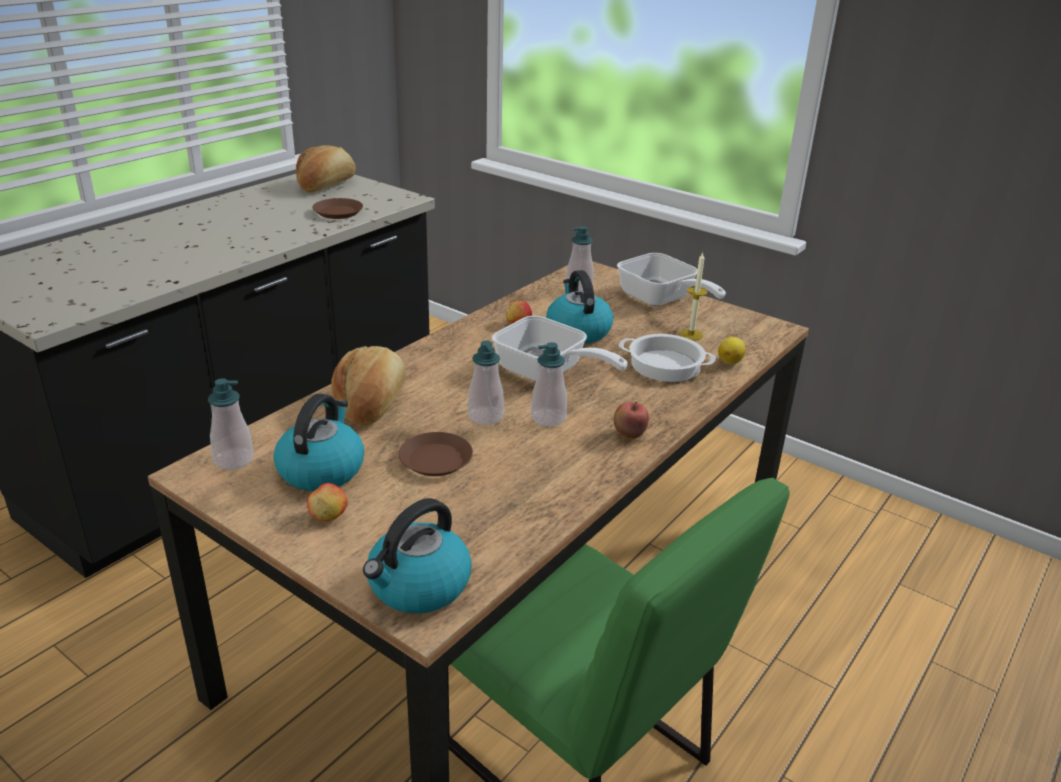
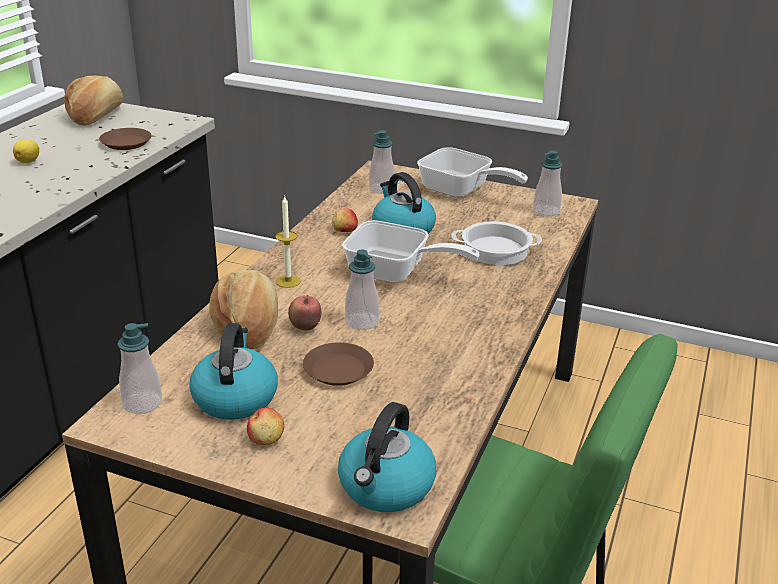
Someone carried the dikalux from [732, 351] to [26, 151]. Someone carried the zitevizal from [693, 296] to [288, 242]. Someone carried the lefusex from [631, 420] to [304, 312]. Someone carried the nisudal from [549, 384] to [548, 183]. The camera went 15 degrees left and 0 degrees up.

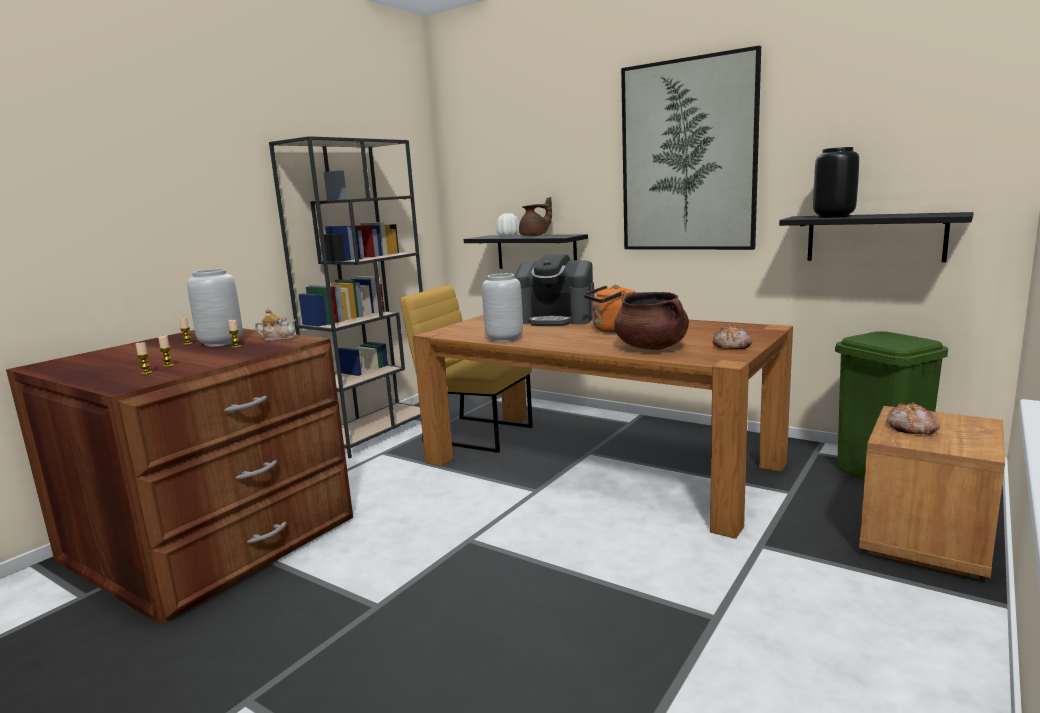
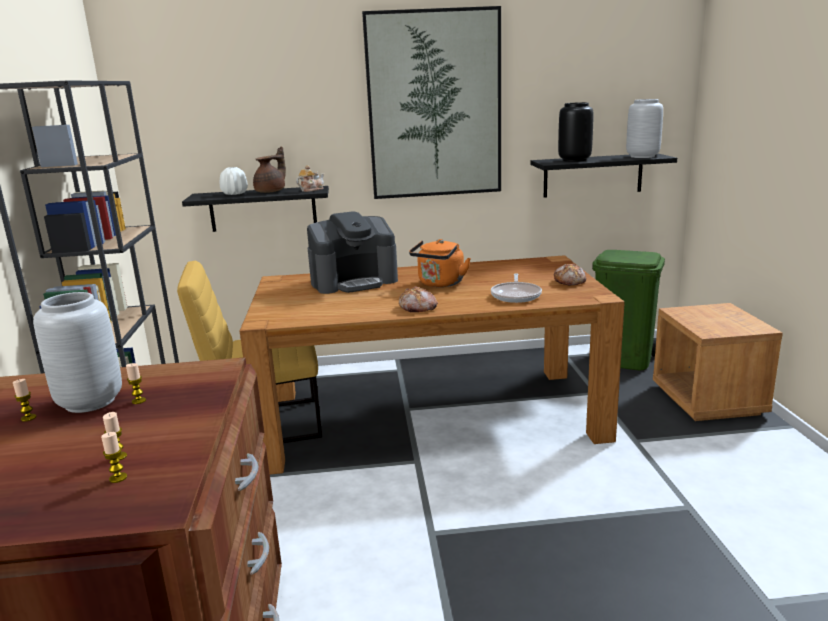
Someone carried the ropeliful from [275, 324] to [310, 178]. Someone carried the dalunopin from [913, 419] to [418, 299]. Someone swapped the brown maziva at [651, 321] for the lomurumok at [516, 288]. Someone carried the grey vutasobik from [502, 307] to [644, 128]. The camera went 40 degrees left and 5 degrees up.

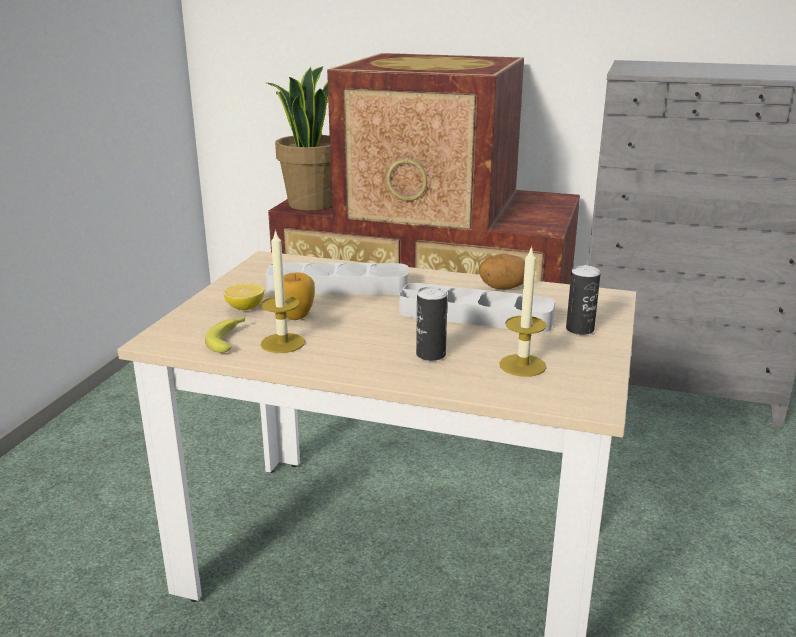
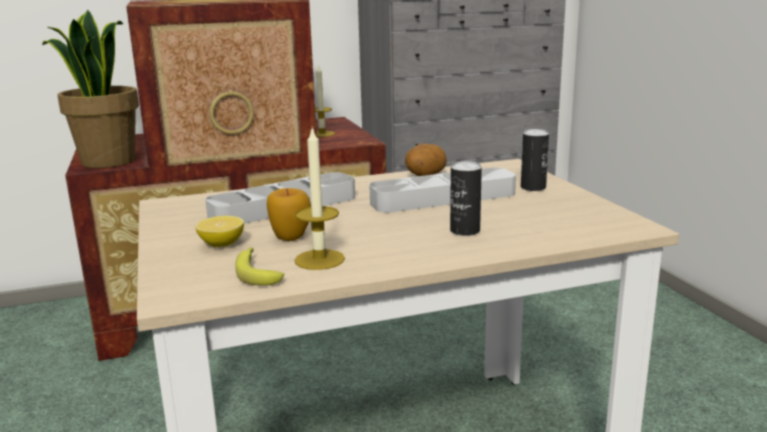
Someone carried the zitevizal from [523, 311] to [325, 101]. The camera went 35 degrees left and 5 degrees down.

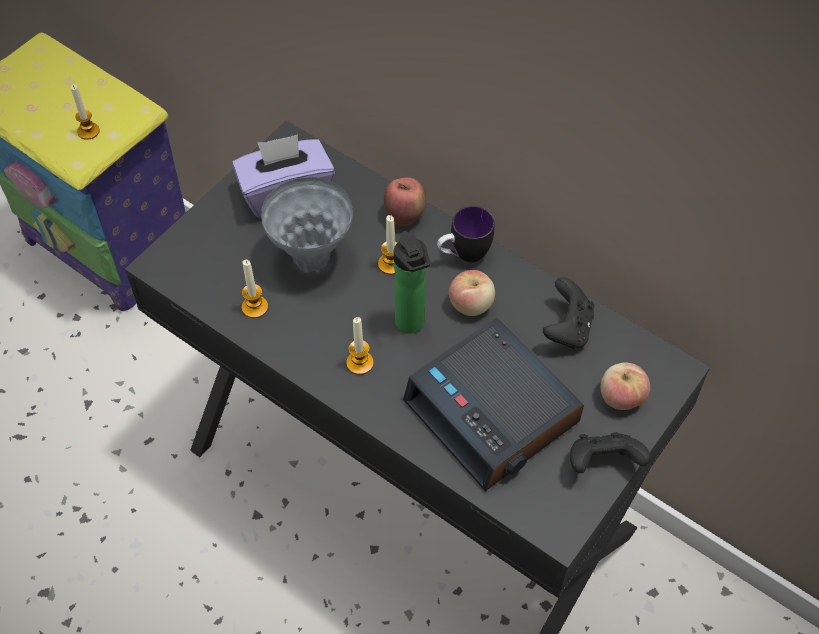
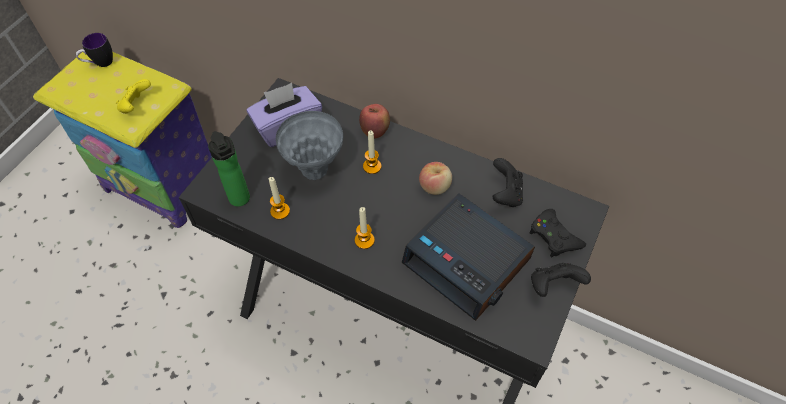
Someone carried the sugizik from [465, 234] to [94, 50]. Someone swapped the zitevizal at [85, 112] for the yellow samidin at [133, 96]. Someone carried the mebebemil from [412, 282] to [229, 169]. Someone swapped the lefusex at [625, 386] for the black samidin at [557, 233]. The camera went 10 degrees left and 0 degrees up.

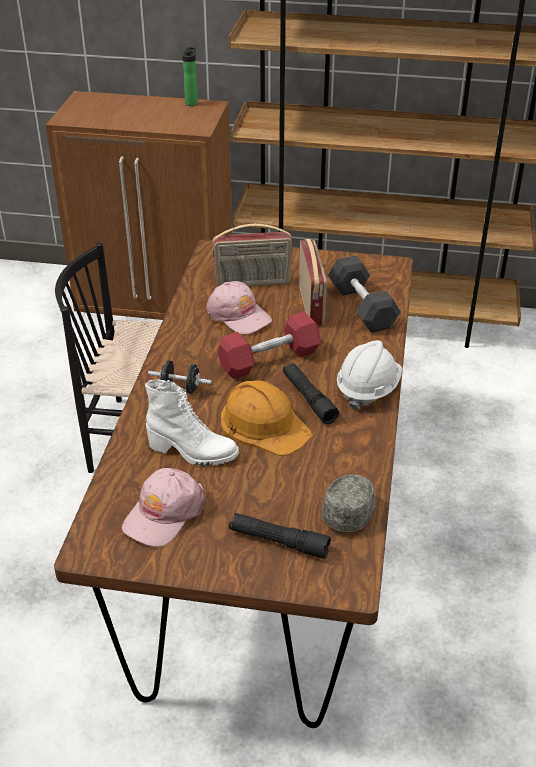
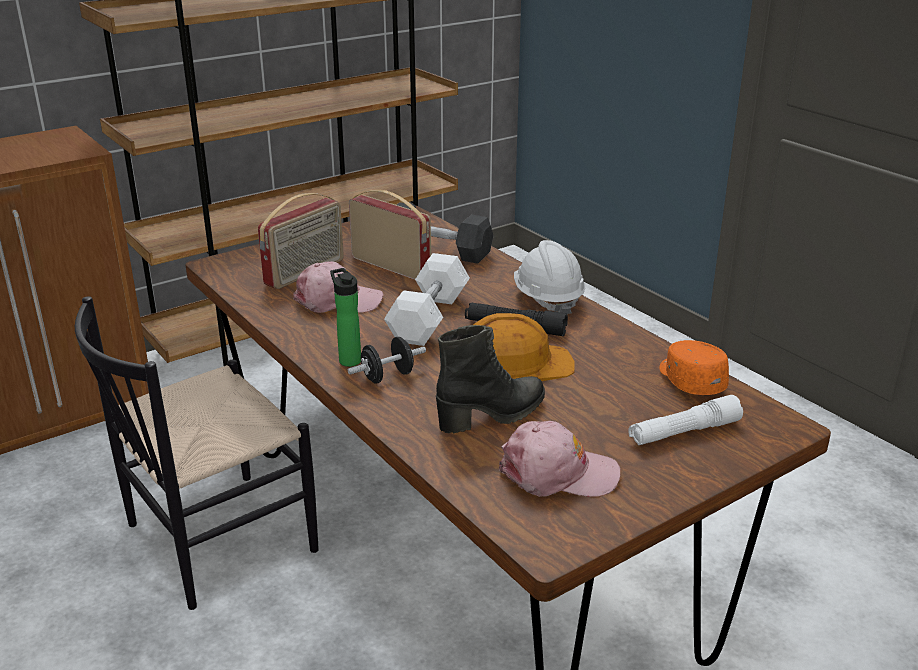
Someone carried the mebebemil from [190, 76] to [345, 317]. Someone repainted the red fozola at [269, 345], which became the white fozola at [427, 299]. Someone repainted the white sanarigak at [192, 423], which became the black sanarigak at [490, 379]. Someone rotated the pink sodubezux at [164, 507] by 75 degrees counterclockwise. Someone repainted the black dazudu at [280, 536], which became the white dazudu at [685, 420]. Someone repainted the grey sodubezux at [349, 503], which became the orange sodubezux at [694, 367]. The camera went 45 degrees left and 10 degrees down.

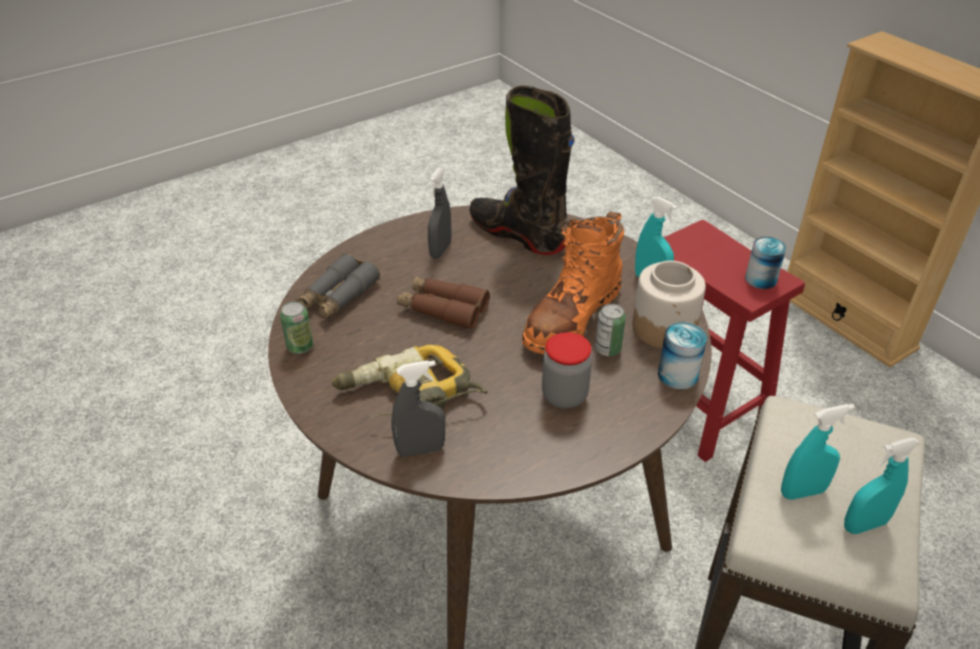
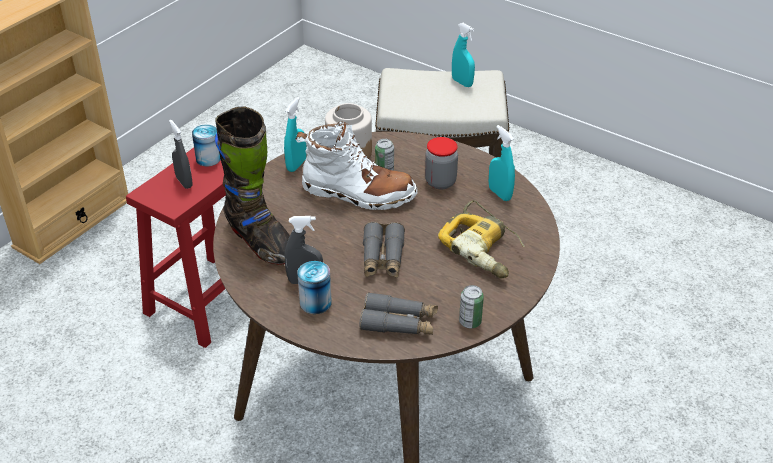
Someone carried the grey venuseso from [419, 408] to [181, 154]. Someone rotated the black sanarigak at [522, 170] by 60 degrees counterclockwise. Someone repainted the orange sanarigak at [573, 282], which became the white sanarigak at [356, 165]. Someone carried the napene from [682, 355] to [314, 287]. Someone repainted the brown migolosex at [443, 302], which became the grey migolosex at [384, 250]. Someone carried the turquoise venuseso from [818, 452] to [502, 163]. The camera went 110 degrees left and 0 degrees up.

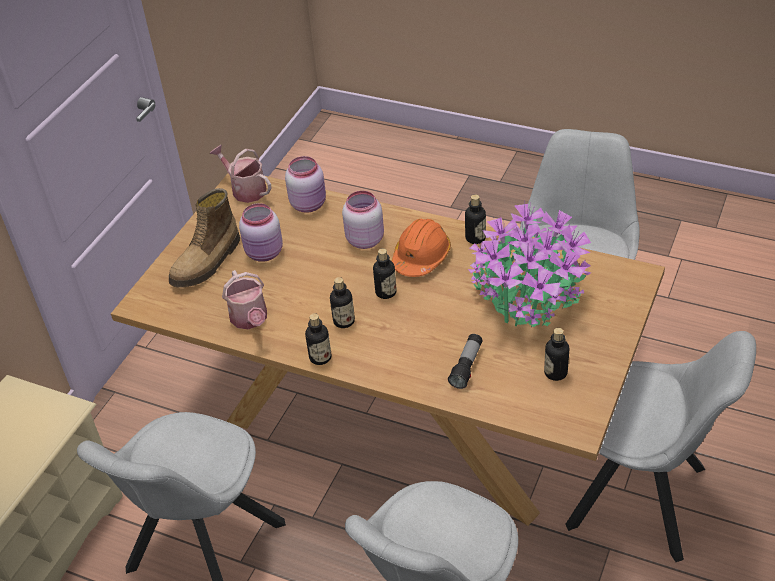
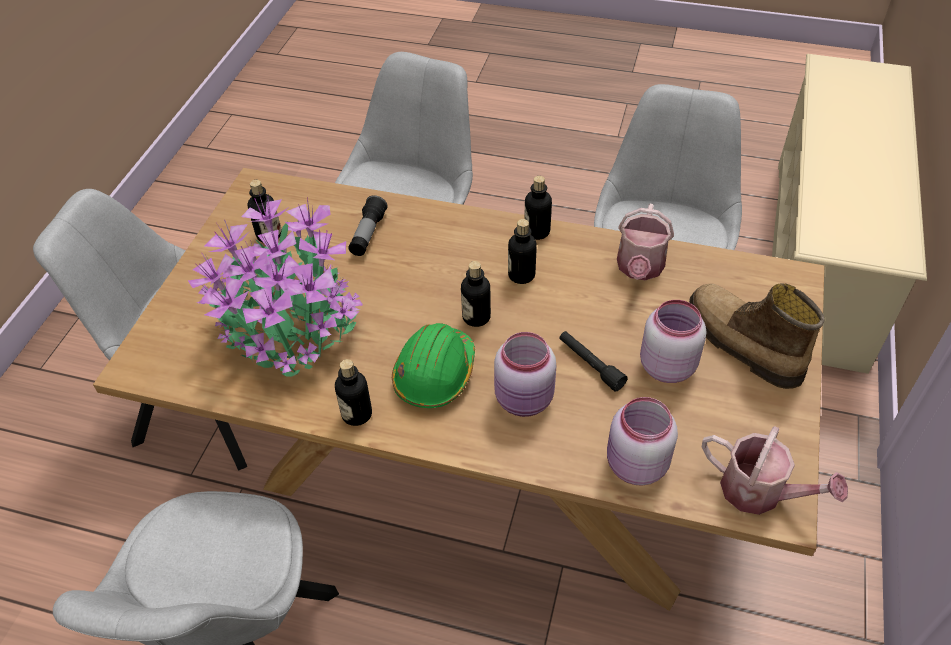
Someone repainted the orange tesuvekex at [421, 248], which became the green tesuvekex at [433, 365]. Someone put down the black dazudu at [593, 361]. Someone rotated the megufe at [244, 299] by 135 degrees counterclockwise. Someone rotated the sanarigak at [204, 238] by 60 degrees counterclockwise. The camera went 170 degrees right and 5 degrees up.

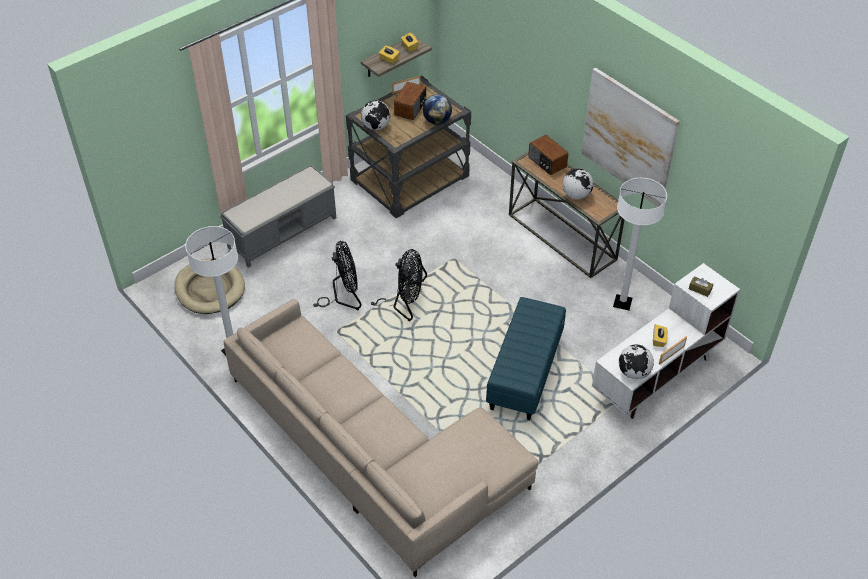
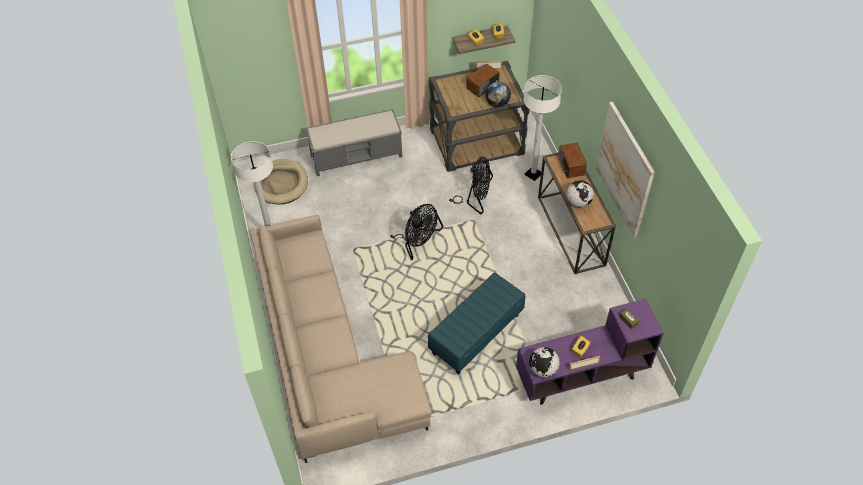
Someone carried the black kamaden from [337, 275] to [470, 186]. Someone repainted the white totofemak at [666, 341], which became the purple totofemak at [590, 352]. Someone carried the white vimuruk from [640, 244] to [543, 128]. Someone took away the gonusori at [375, 115]. The camera went 25 degrees right and 5 degrees up.

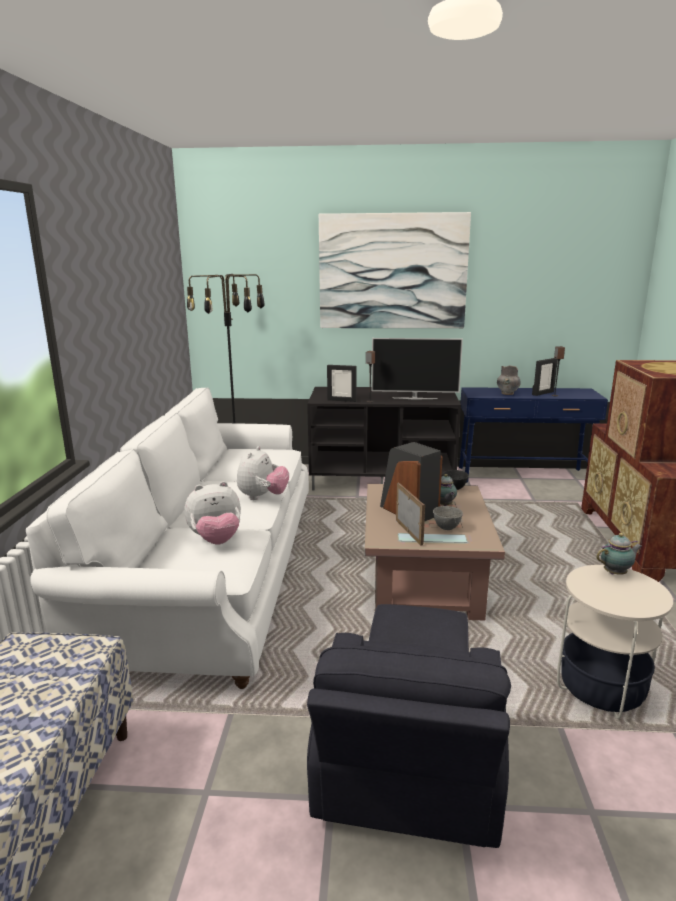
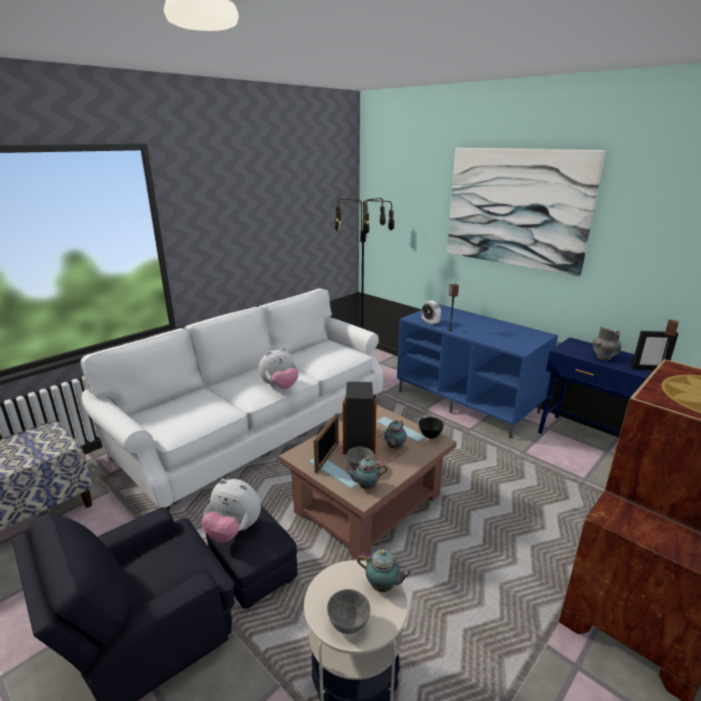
Someone carried the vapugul from [212, 512] to [231, 511]. Someone put down the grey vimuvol at [348, 611]. Someone put down the ropeliful at [366, 473]. Someone repainted the black totofemak at [384, 439], which became the blue totofemak at [477, 371]. Someone swapped the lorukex at [342, 383] for the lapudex at [431, 312]. Someone took away the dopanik at [417, 369]. The camera went 40 degrees right and 5 degrees up.

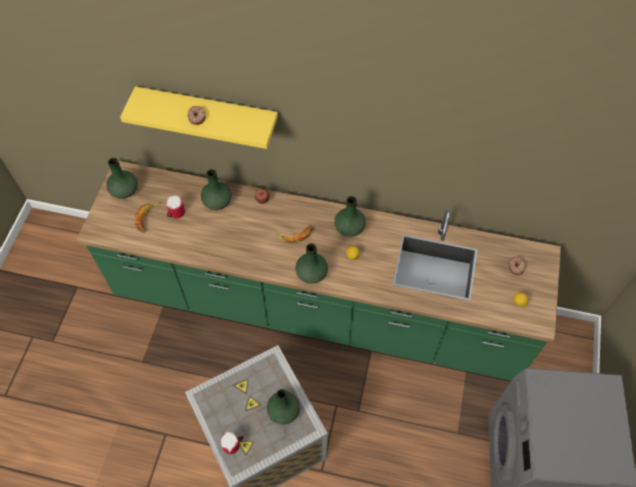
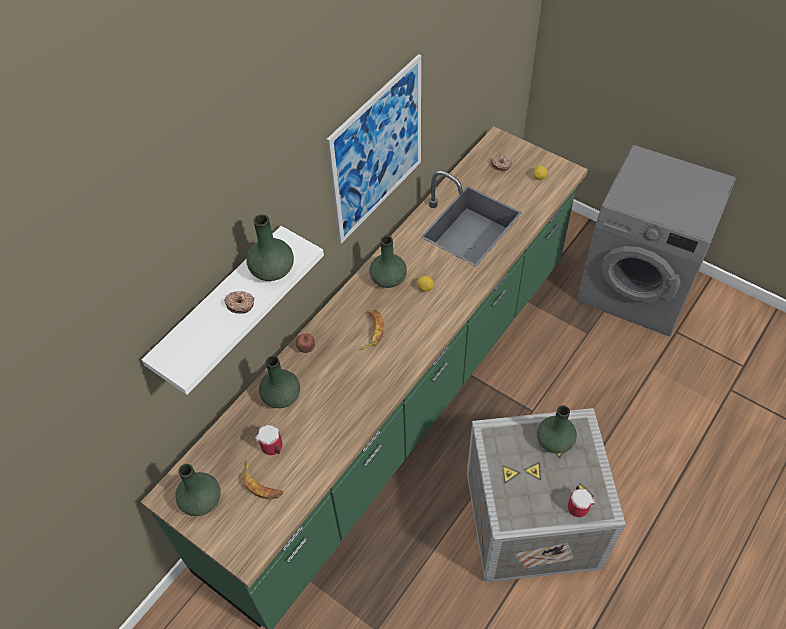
Someone repainted the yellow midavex at [199, 117], which became the white midavex at [232, 310]. Someone carried the green vutasobik from [311, 263] to [270, 247]. Someone put up the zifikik at [373, 149]. The camera went 65 degrees left and 5 degrees down.

